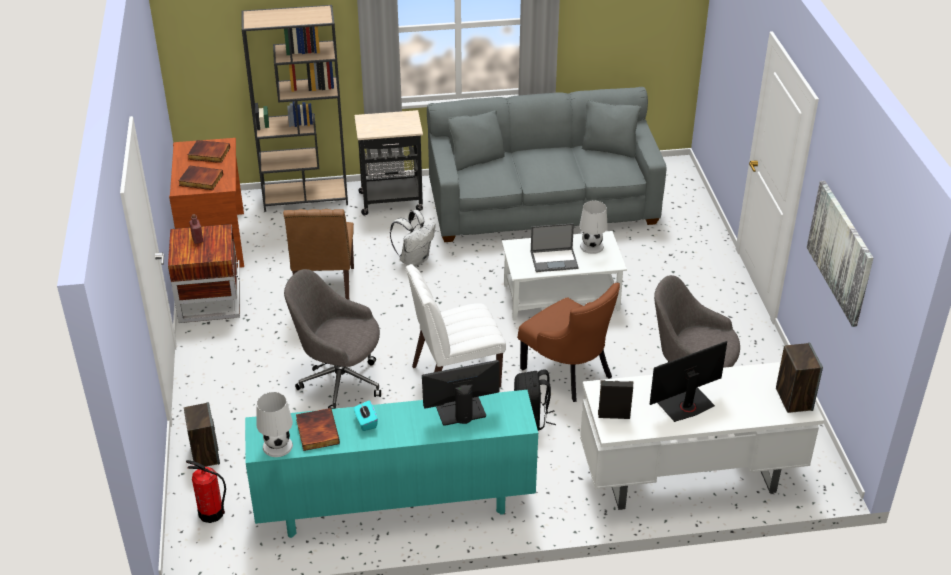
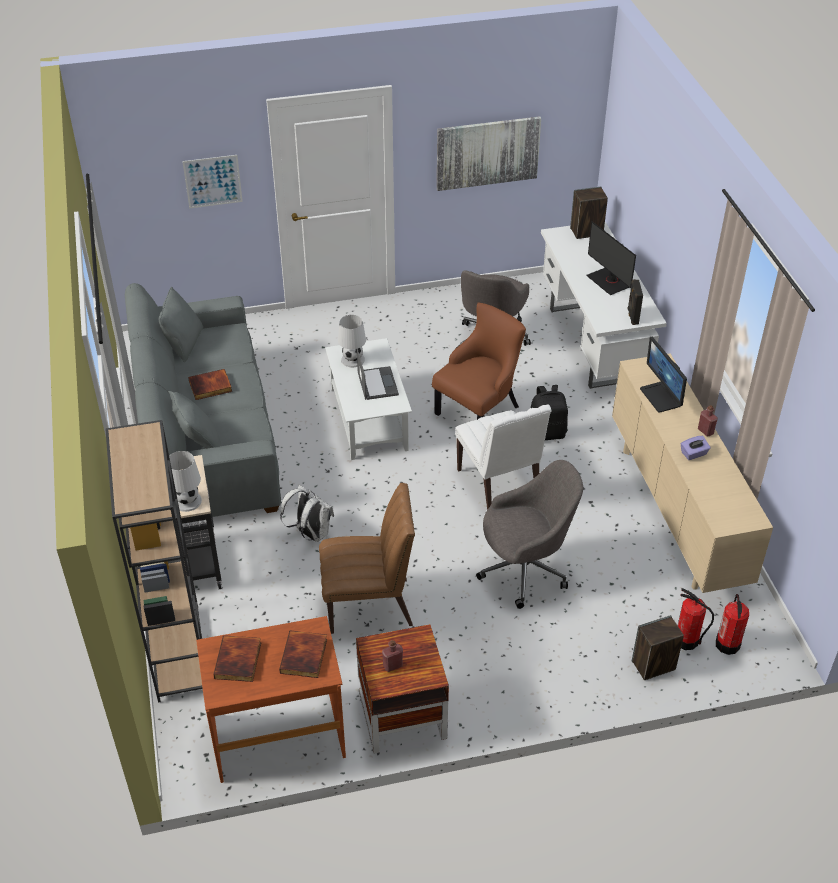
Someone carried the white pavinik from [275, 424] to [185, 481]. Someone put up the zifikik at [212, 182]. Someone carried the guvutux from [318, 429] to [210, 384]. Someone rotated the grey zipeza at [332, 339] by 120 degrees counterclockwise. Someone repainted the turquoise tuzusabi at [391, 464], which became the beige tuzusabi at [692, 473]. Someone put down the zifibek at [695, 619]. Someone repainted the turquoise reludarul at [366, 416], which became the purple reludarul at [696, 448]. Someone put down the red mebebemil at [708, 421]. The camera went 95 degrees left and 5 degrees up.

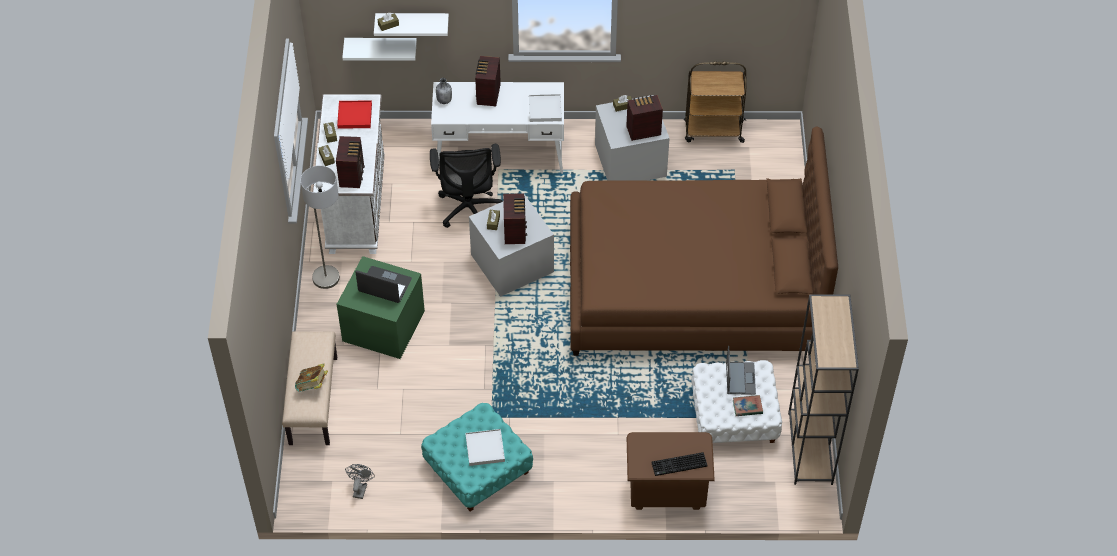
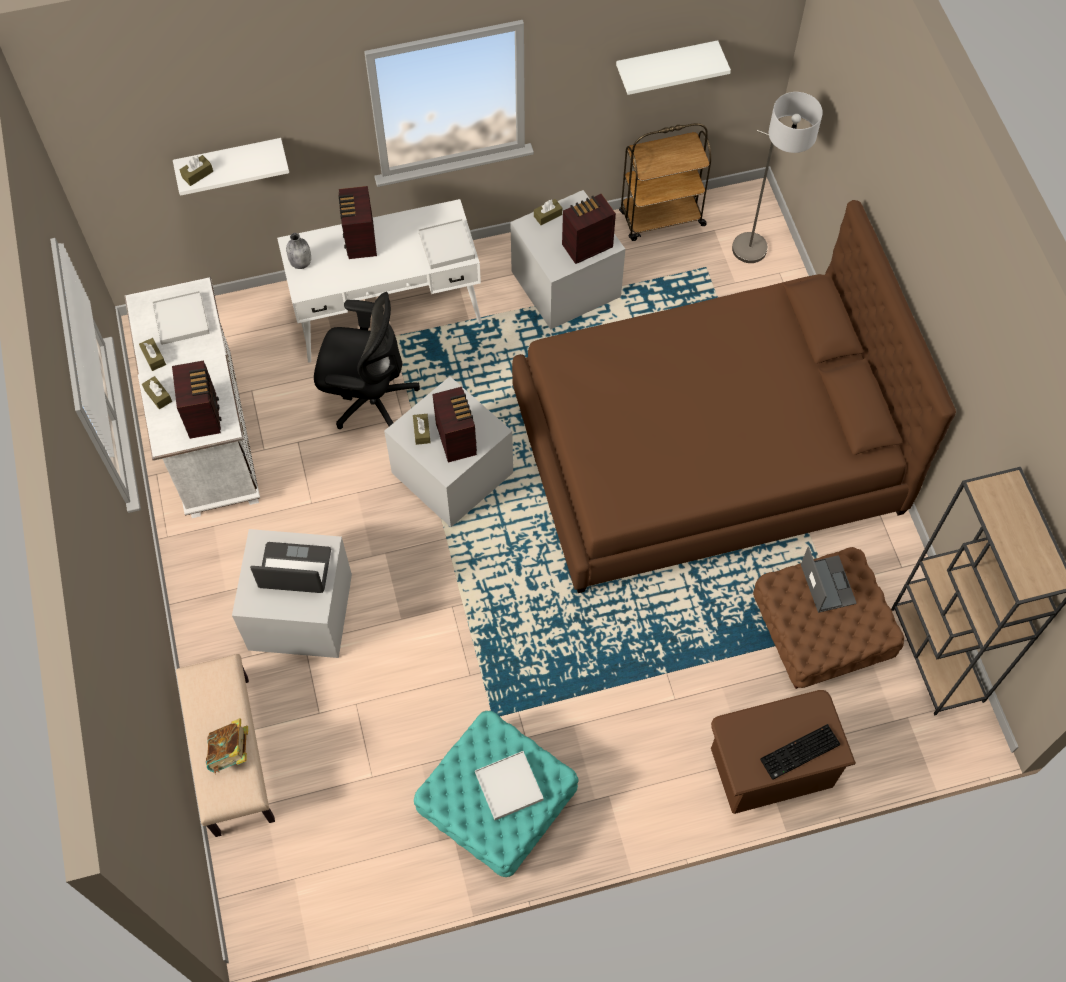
Someone repainted the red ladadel at [354, 114], which became the white ladadel at [181, 318]. Someone repainted the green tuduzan at [381, 307], which became the grey tuduzan at [292, 593]. Someone rotated the black zipeza at [466, 186] by 60 degrees counterclockwise. Someone carried the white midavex from [379, 49] to [673, 67]. Someone carried the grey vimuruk from [320, 227] to [777, 177]. Someone repainted the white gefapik at [736, 401], which became the brown gefapik at [828, 618]. Someone took away the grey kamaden at [360, 481]. Someone took away the guvutux at [748, 405]. The camera went 15 degrees left and 10 degrees up.

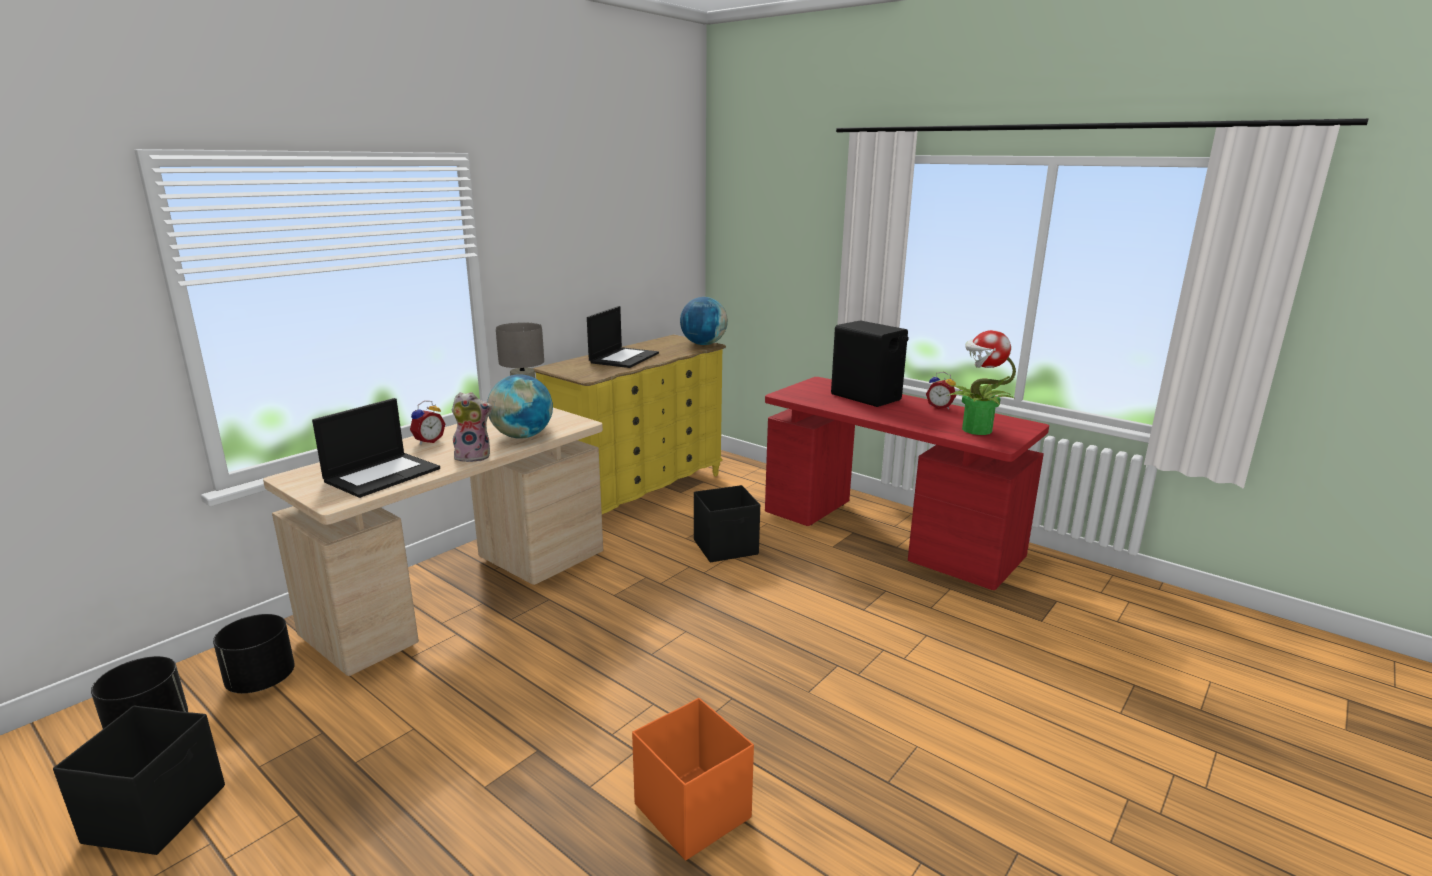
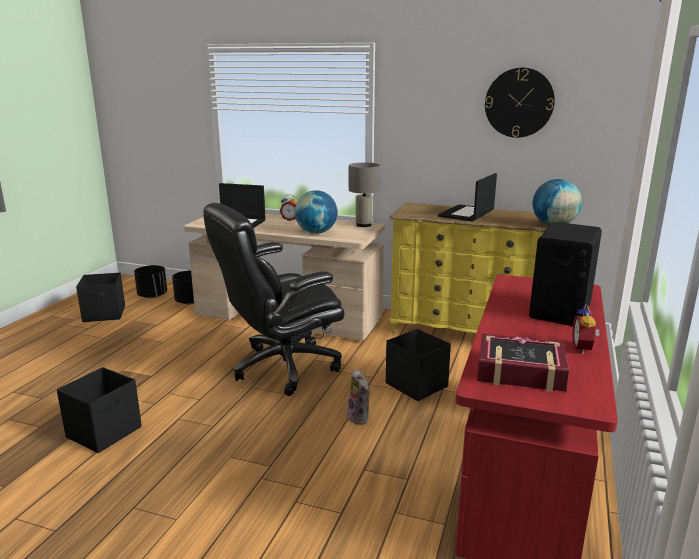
Someone repainted the orange tuduzan at [693, 779], which became the black tuduzan at [99, 410]. Someone put down the black zipeza at [273, 299]. Someone carried the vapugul from [472, 427] to [357, 397]. Someone rotated the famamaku at [623, 337] by 120 degrees clockwise. Someone swapped the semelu at [981, 382] for the guvutux at [523, 363]. Someone put up the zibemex at [520, 103]. The camera went 70 degrees right and 0 degrees up.

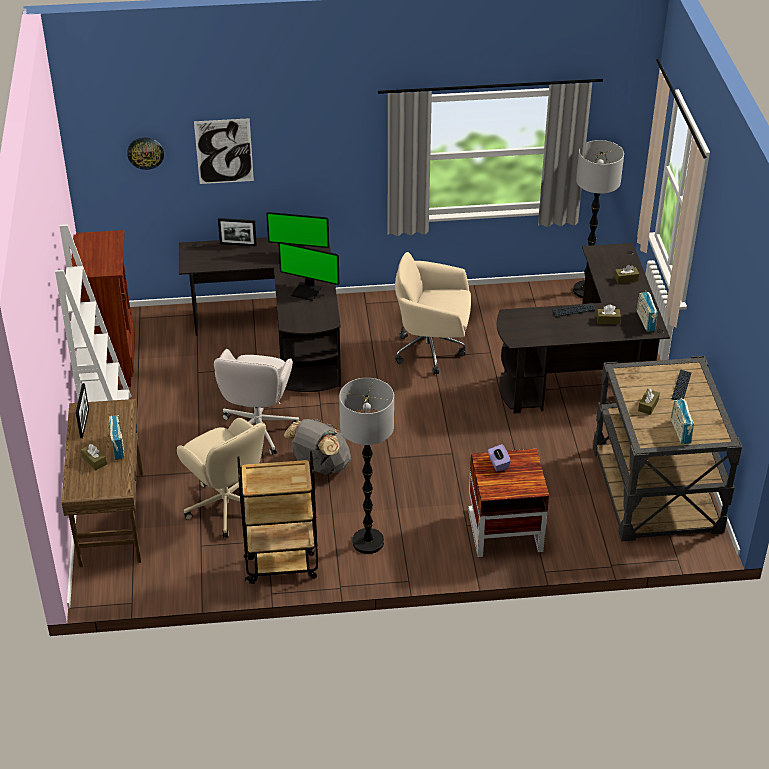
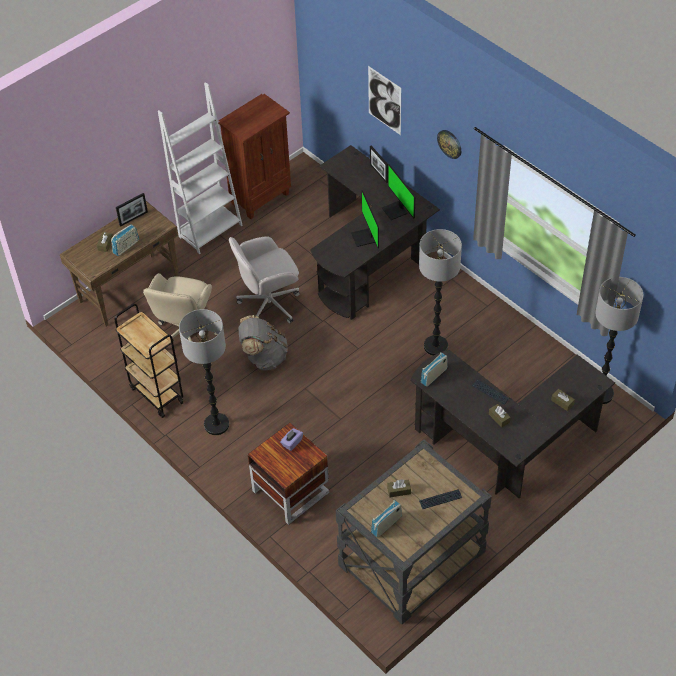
Someone swapped the beige zipeza at [433, 313] for the vimuruk at [440, 292]. Someone carried the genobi from [647, 311] to [434, 369]. Someone carried the zibemex from [145, 153] to [449, 144]. The camera went 55 degrees right and 10 degrees up.

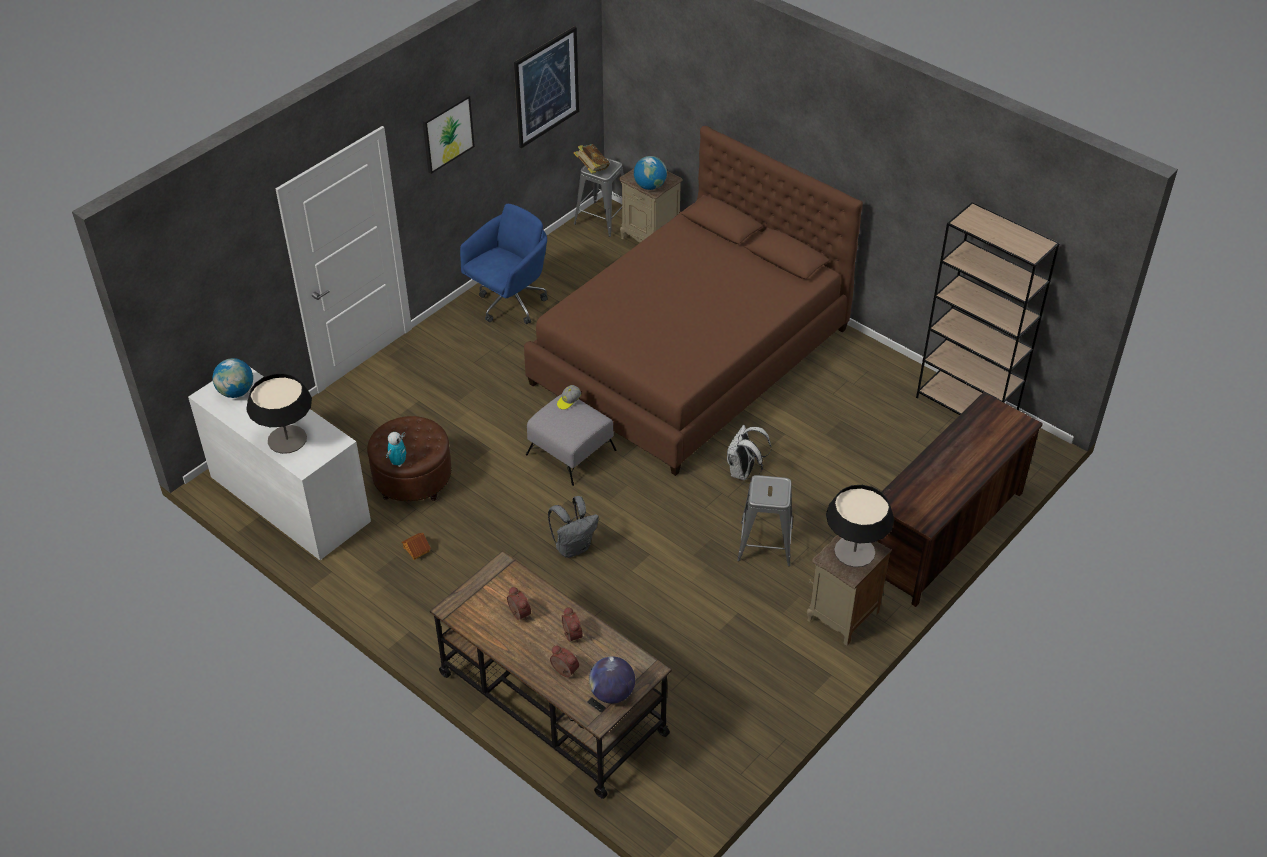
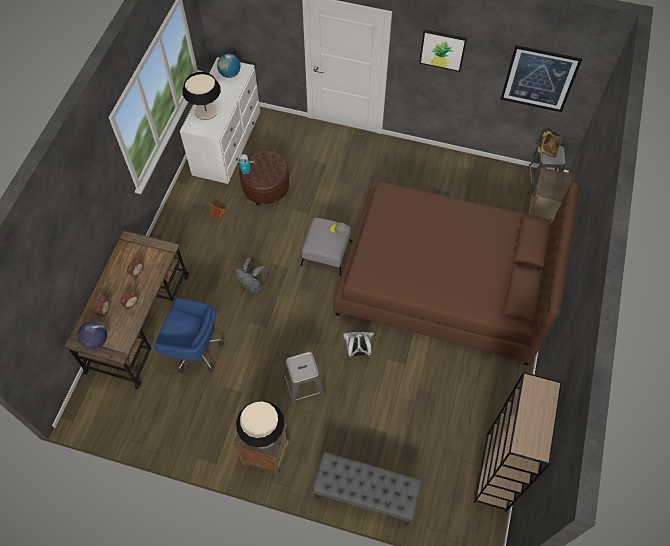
Someone carried the blue zipeza from [504, 264] to [189, 335]. Someone swapped the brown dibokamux at [960, 499] for the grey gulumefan at [367, 489]. Someone took away the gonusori at [650, 173]. The camera went 65 degrees right and 15 degrees up.

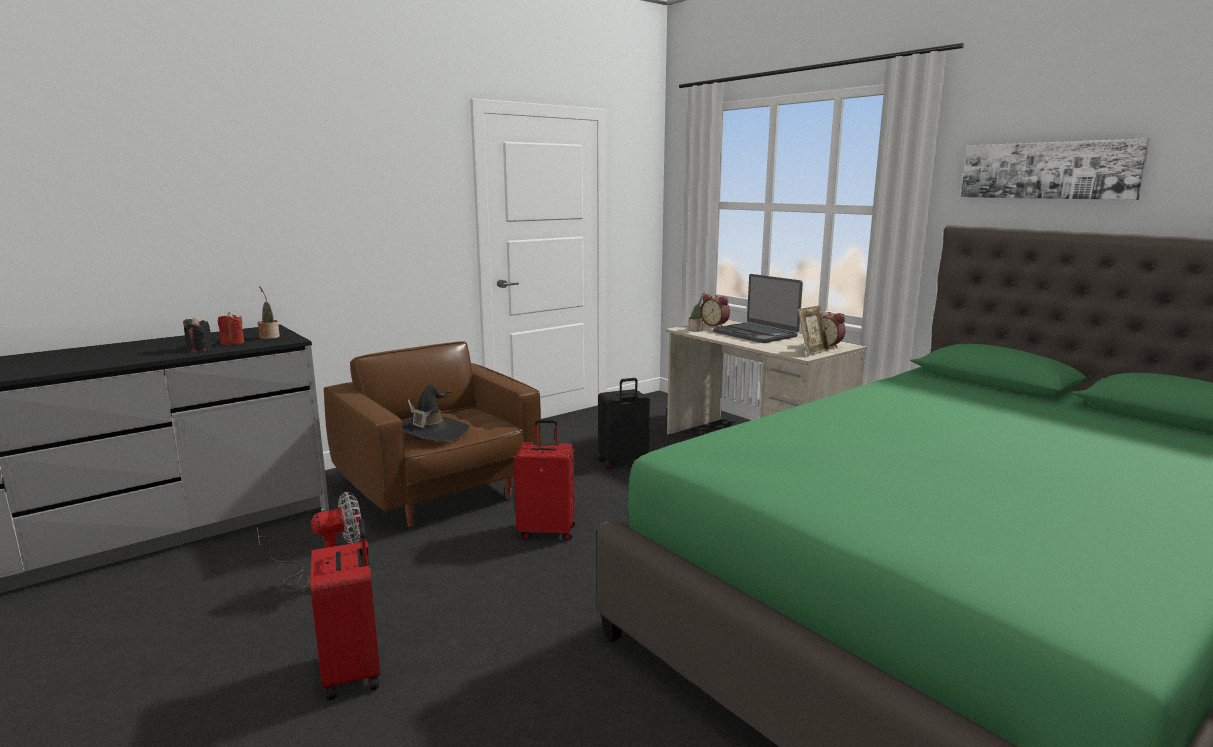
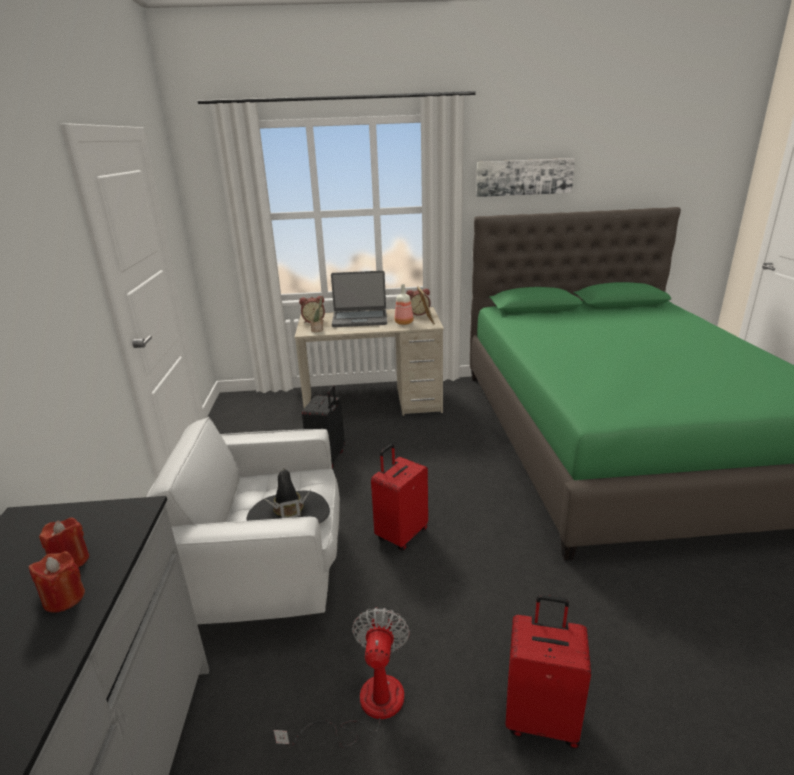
Someone repainted the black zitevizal at [197, 334], which became the red zitevizal at [57, 582]. Someone repainted the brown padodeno at [432, 434], which became the white padodeno at [243, 520]. Someone put down the mebebemil at [404, 304]. Someone took away the semelu at [269, 312]. The camera went 55 degrees left and 10 degrees up.

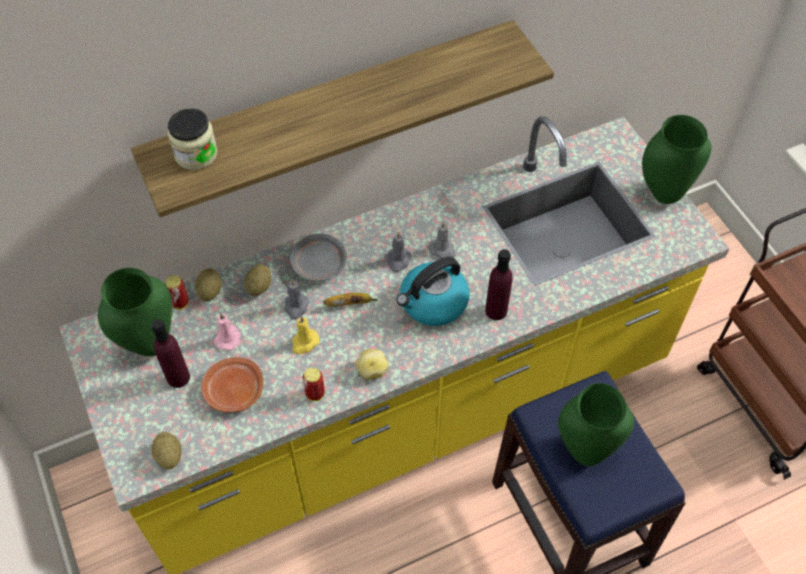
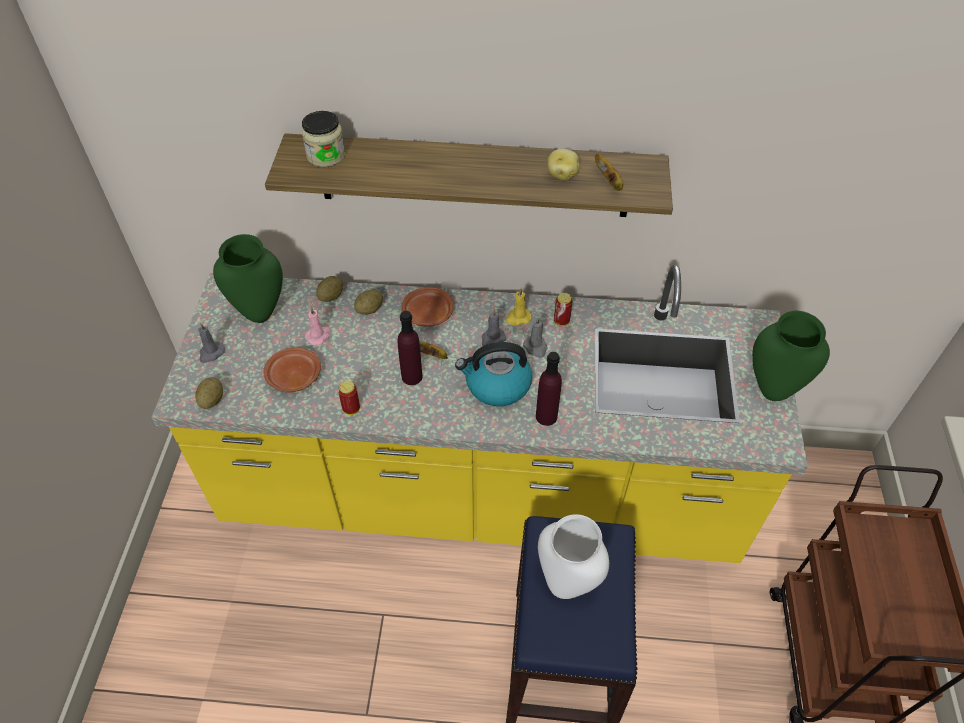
Someone carried the grey zitevizal from [296, 299] to [211, 343]. Someone carried the purple mebebemil from [170, 353] to [410, 348]. Someone repainted the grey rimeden at [318, 257], which became the brown rimeden at [427, 306]. Someone carried the yellow zitevizal from [306, 335] to [518, 307]. Someone repainted the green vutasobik at [596, 424], which became the white vutasobik at [573, 556]. Someone carried the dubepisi from [372, 364] to [563, 164]. Someone carried the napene from [177, 292] to [563, 309]. Someone put down the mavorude at [609, 172]. The camera went 30 degrees right and 5 degrees down.

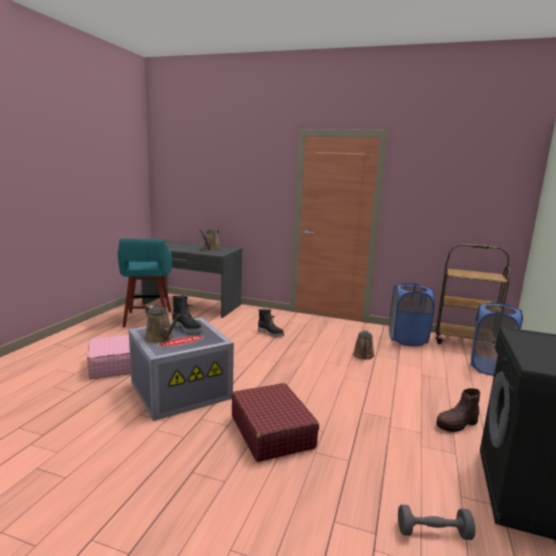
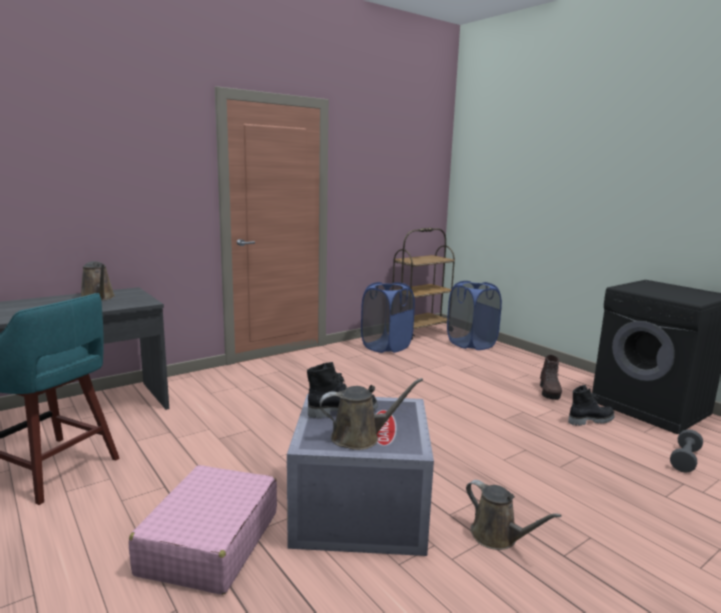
Someone carried the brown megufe from [364, 345] to [514, 515]. Someone carried the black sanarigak from [271, 323] to [591, 405]. Someone took away the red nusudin at [275, 422]. The camera went 55 degrees left and 0 degrees up.

